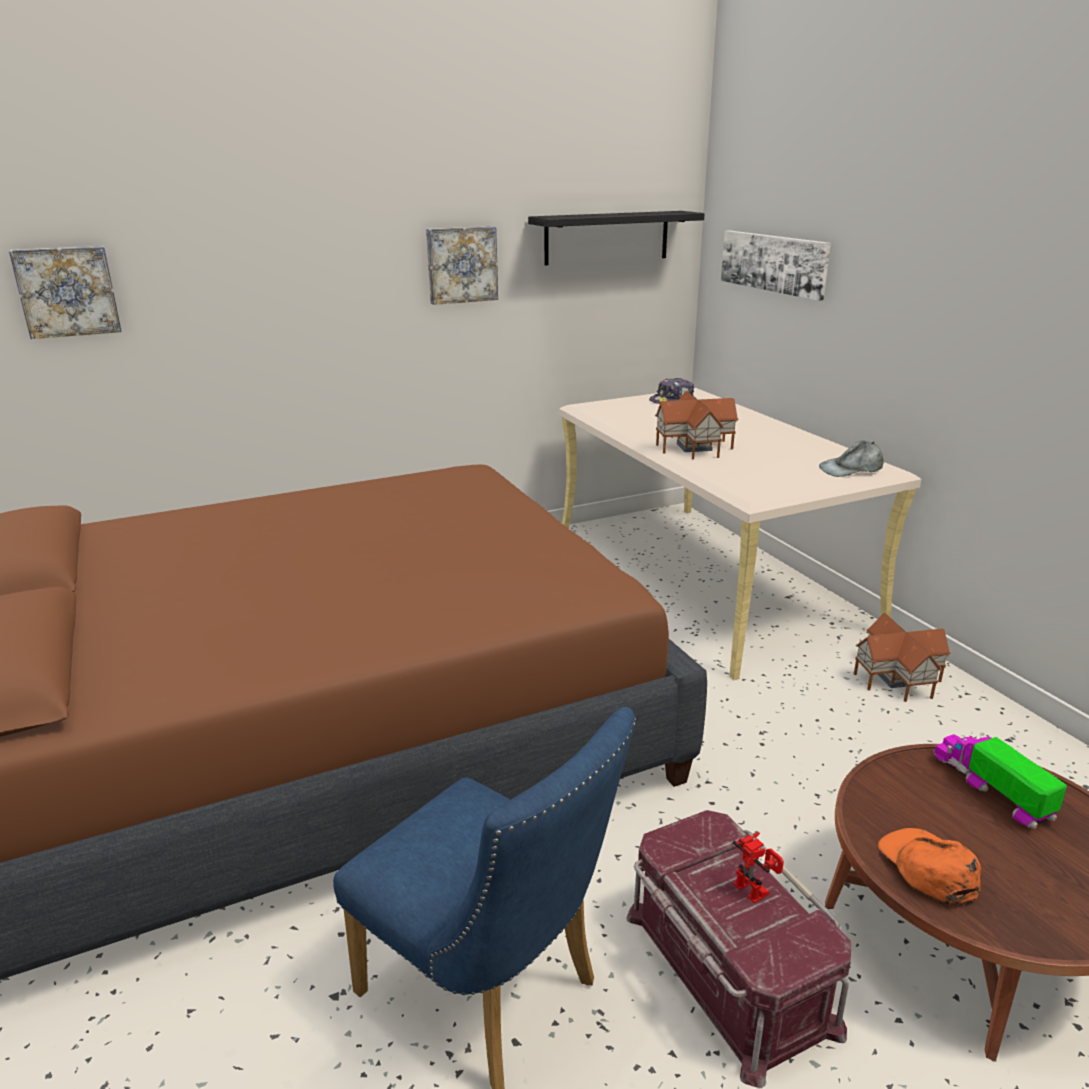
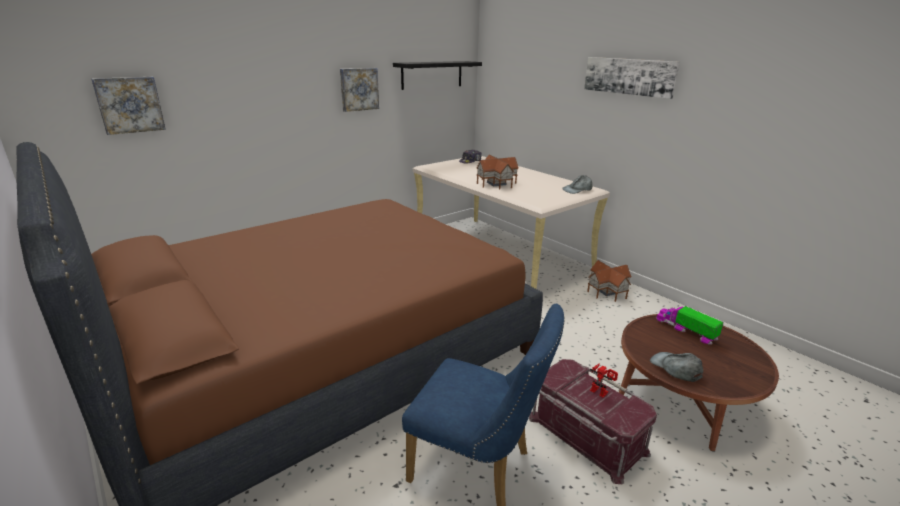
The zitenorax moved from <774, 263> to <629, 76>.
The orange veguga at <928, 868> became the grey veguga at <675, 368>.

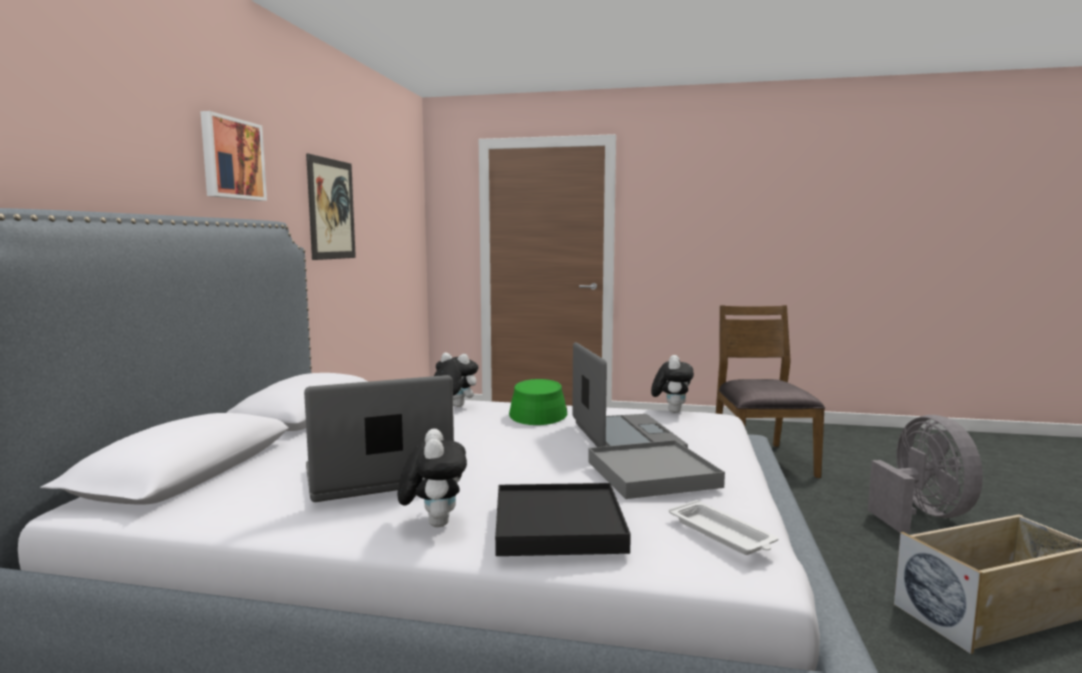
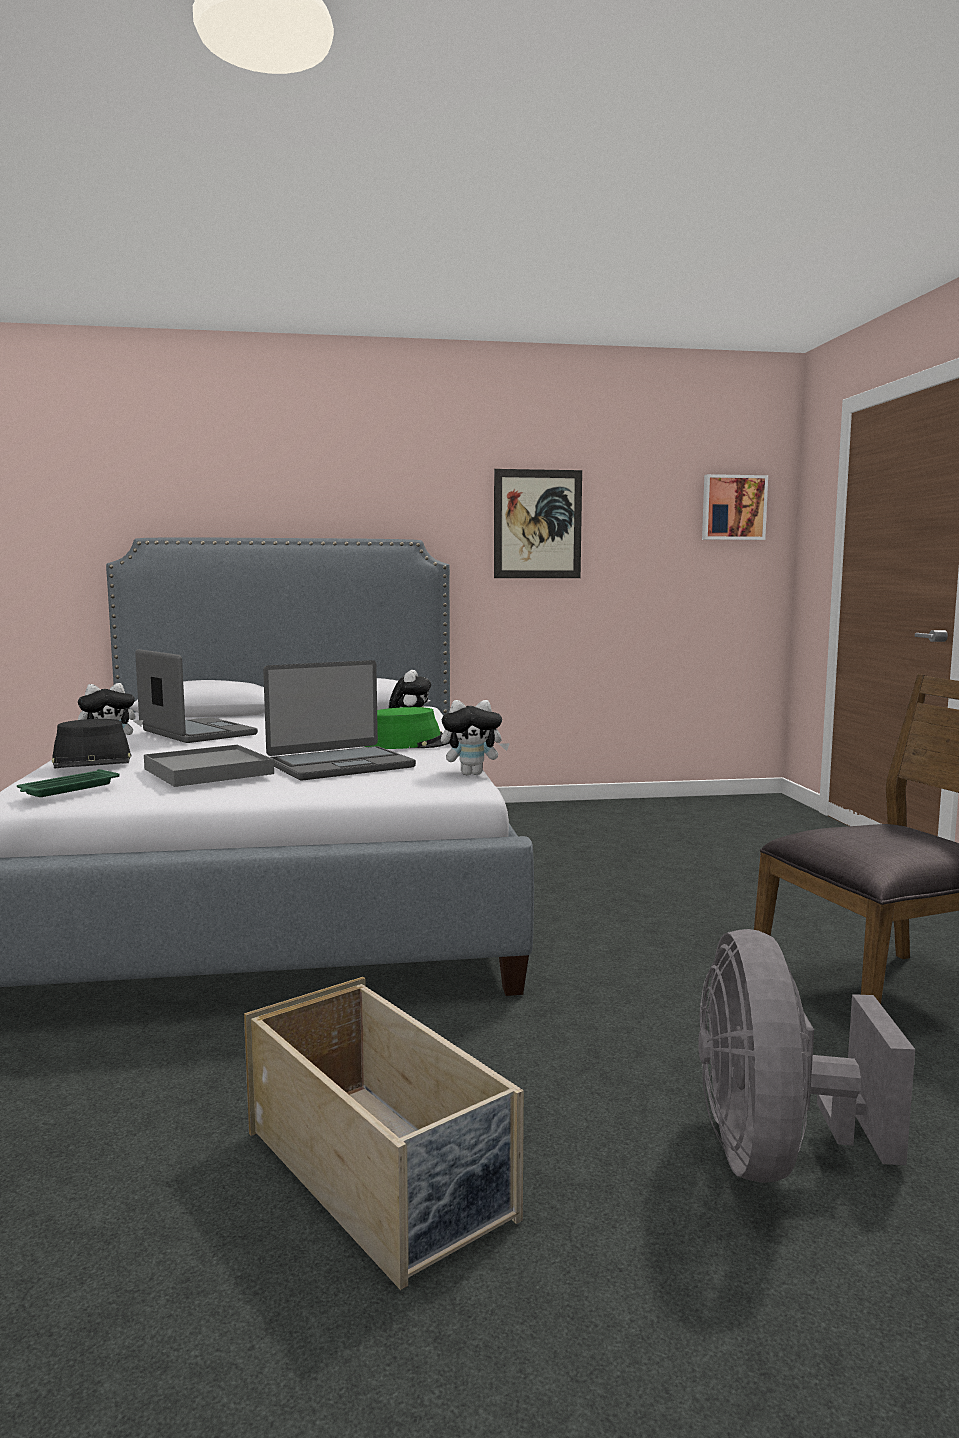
The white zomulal at <722, 534> became the green zomulal at <67, 789>.
The black zomulal at <558, 525> was replaced by the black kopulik at <92, 761>.
The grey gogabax at <921, 515> turned 120 degrees clockwise.
The zitenorax moved from <231, 159> to <733, 507>.

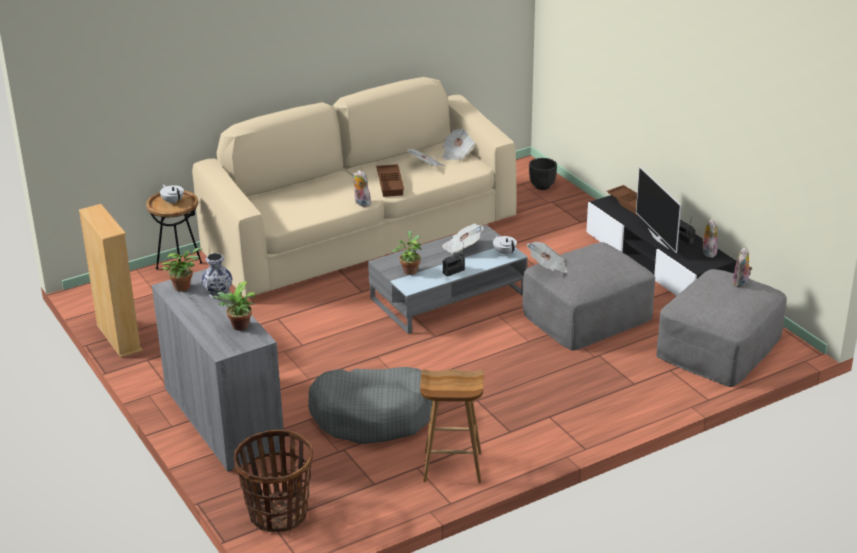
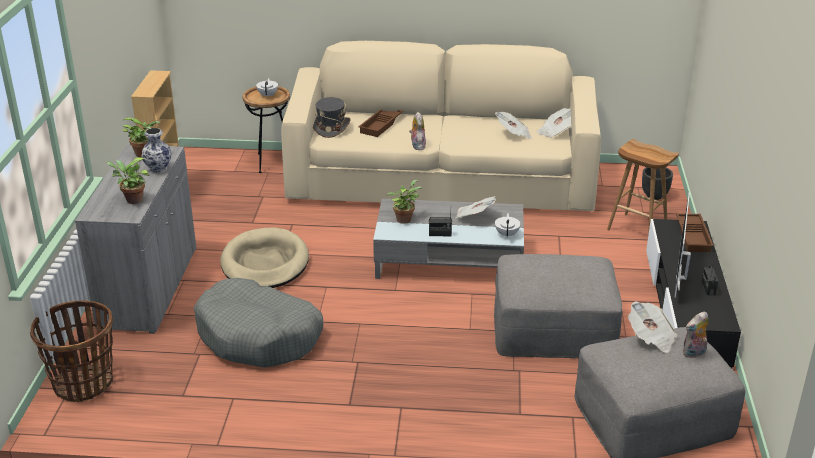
The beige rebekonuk at <265, 263> appeared.
The grey kopulik at <330, 127> appeared.
The brown zomulal moved from <391, 184> to <381, 125>.
The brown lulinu moved from <451, 467> to <636, 229>.
The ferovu moved from <547, 267> to <651, 338>.
The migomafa at <708, 252> disappeared.

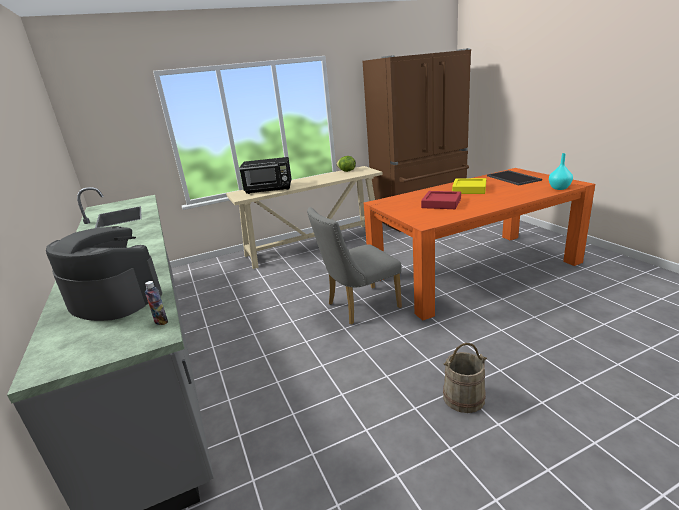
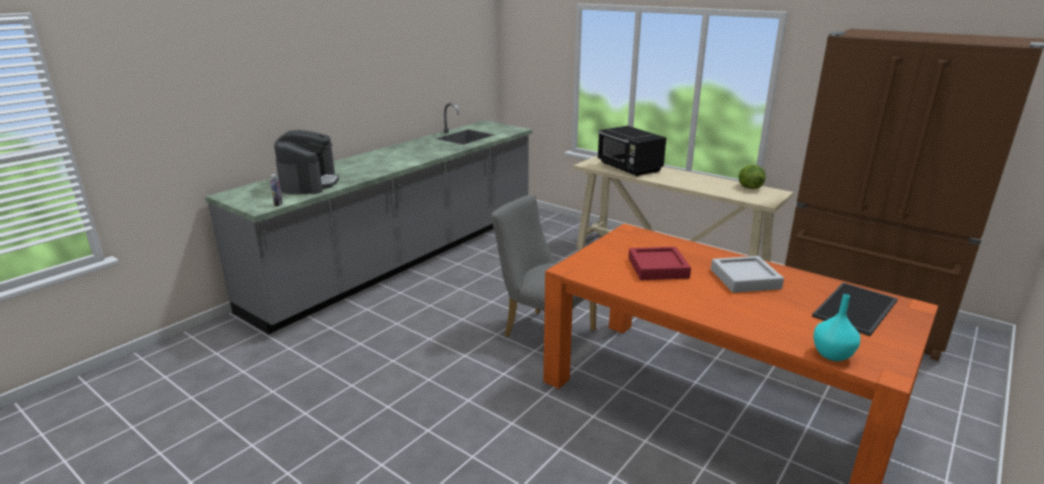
The yellow zomulal at <469, 189> became the grey zomulal at <745, 279>.
The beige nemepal at <463, 398> disappeared.

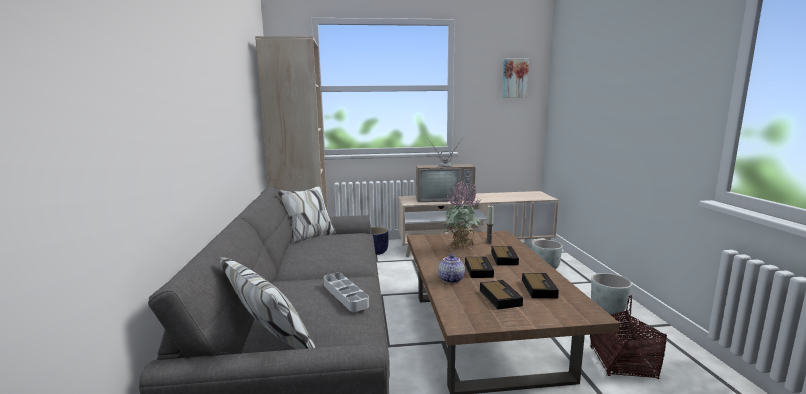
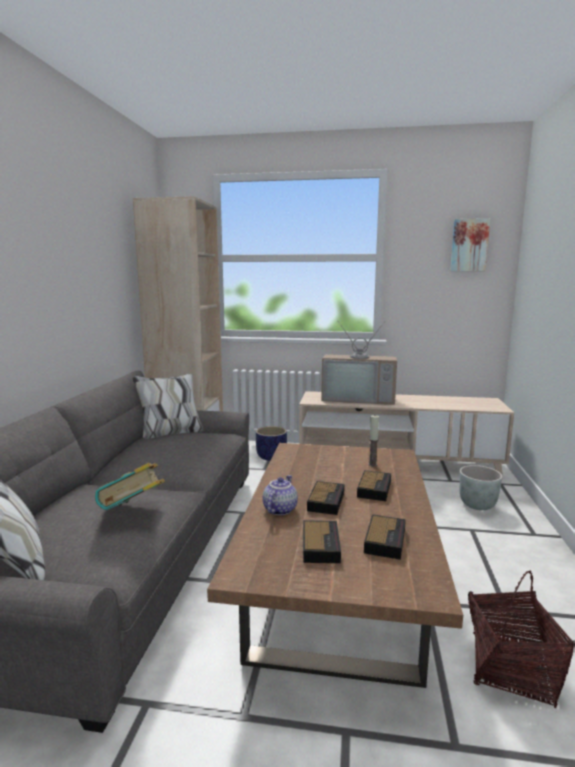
The grey zomulal at <345, 295> was replaced by the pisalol at <134, 512>.
The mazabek at <462, 249> disappeared.
The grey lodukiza at <608, 309> disappeared.

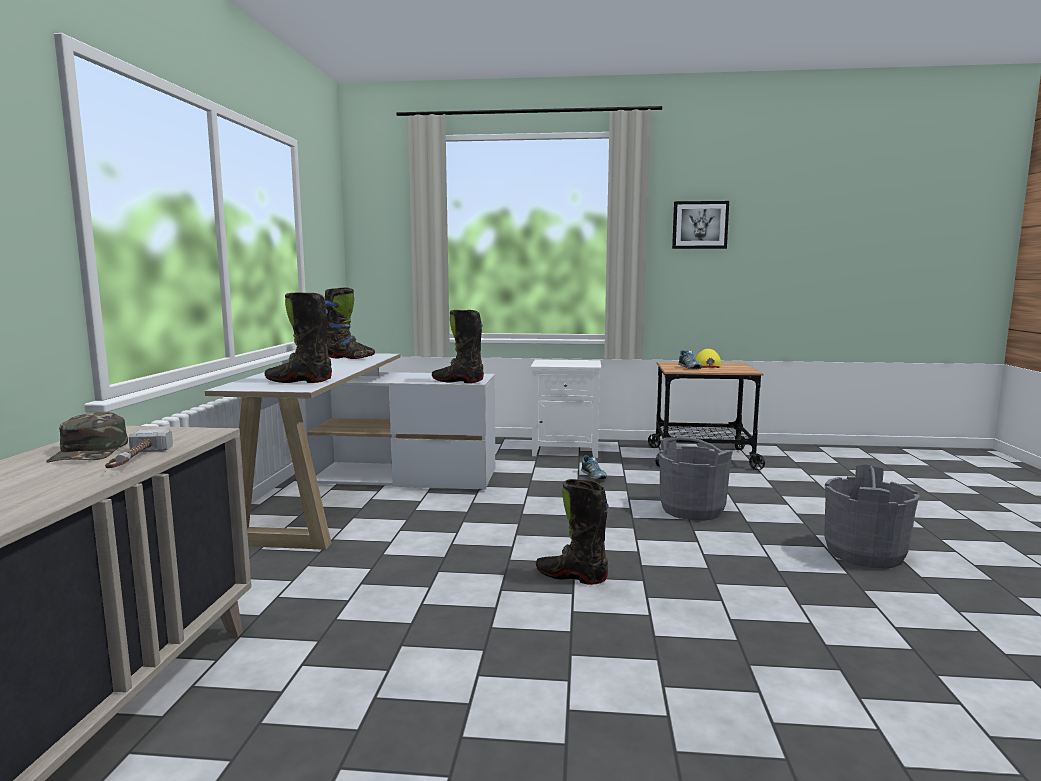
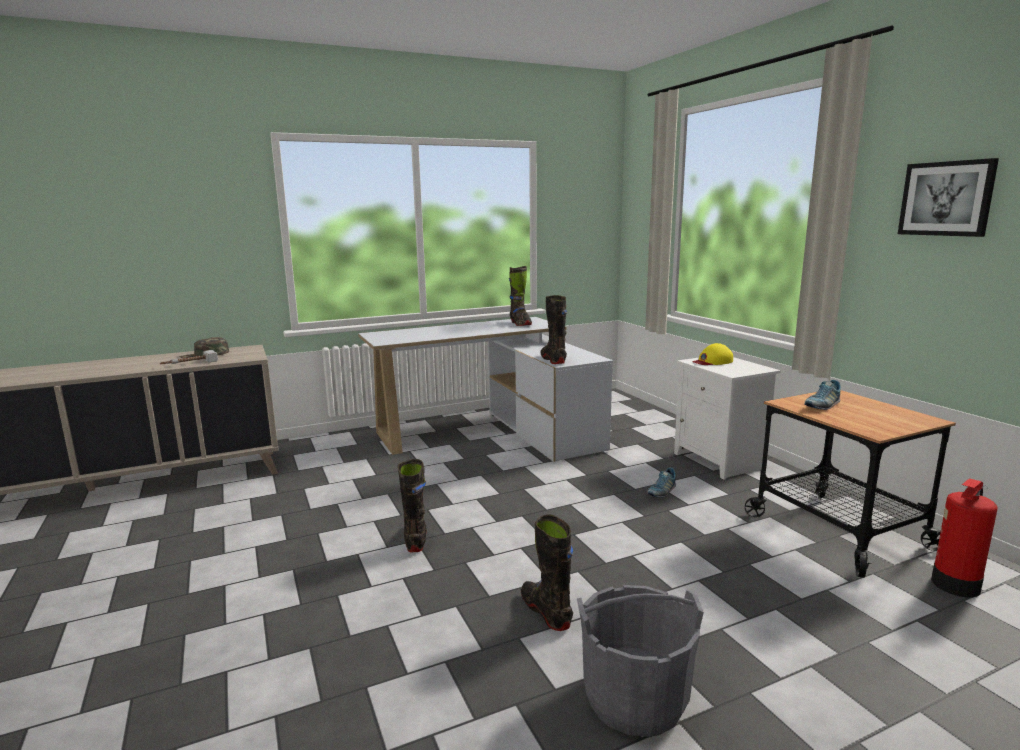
The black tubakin moved from <299, 381> to <546, 611>.
The yellow veguga moved from <708, 365> to <712, 361>.
The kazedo at <955, 585> appeared.
The grey nemepal at <692, 510> disappeared.

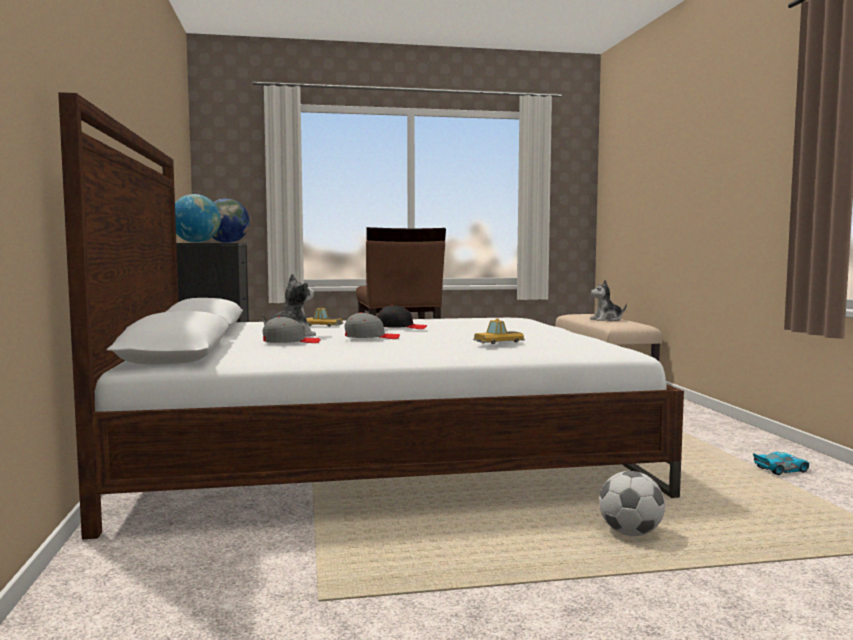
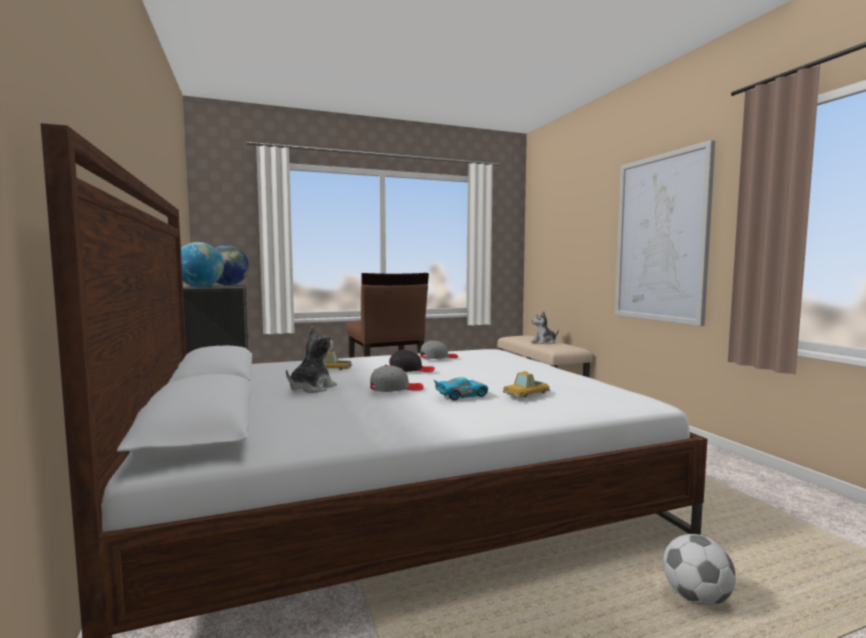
The grey veguga moved from <291, 342> to <438, 357>.
The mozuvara moved from <781, 470> to <461, 395>.
The zitenorax at <660, 238> appeared.

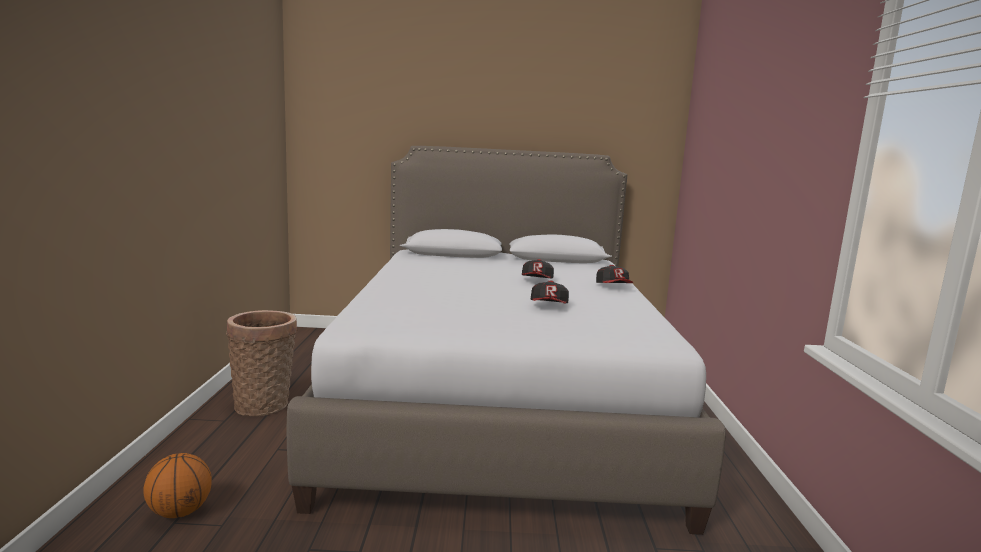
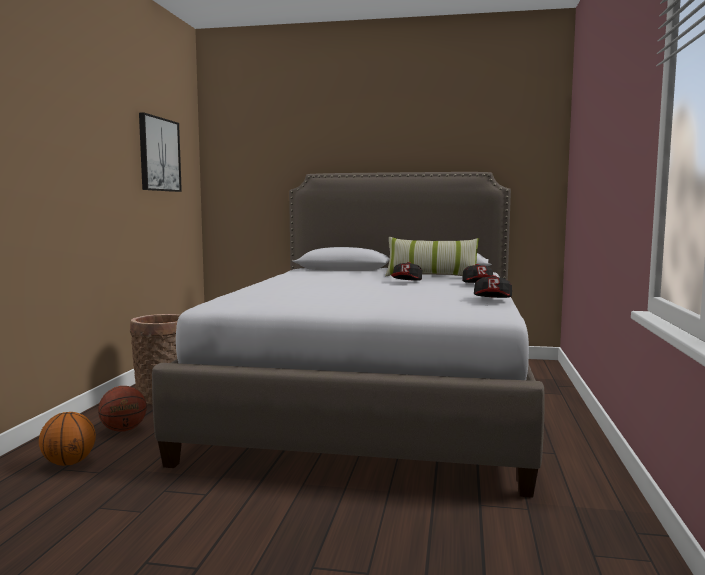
The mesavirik at <123, 430> appeared.
The zitenorax at <159, 154> appeared.
The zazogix at <431, 276> appeared.
The veguga moved from <549, 306> to <492, 300>.

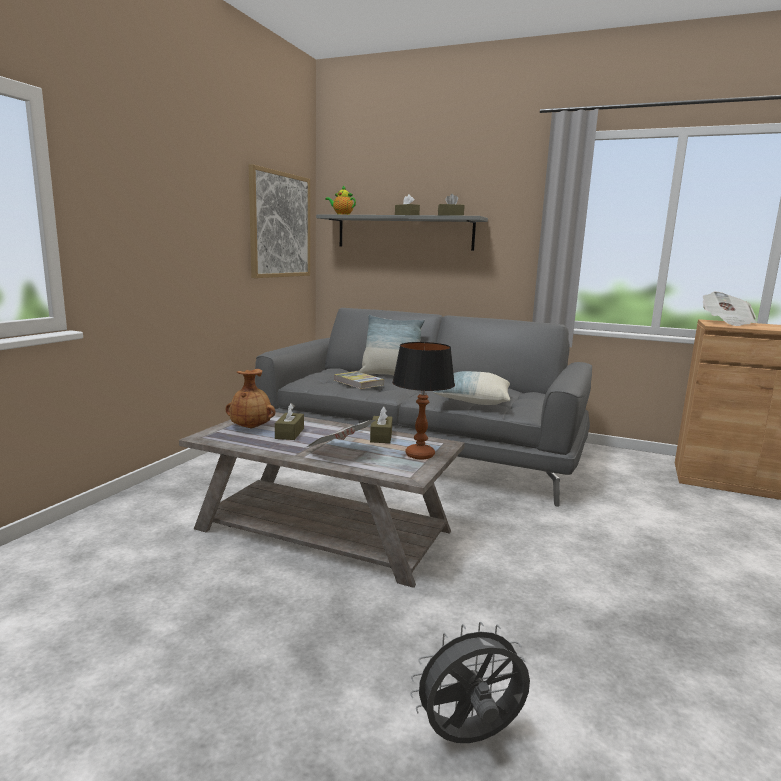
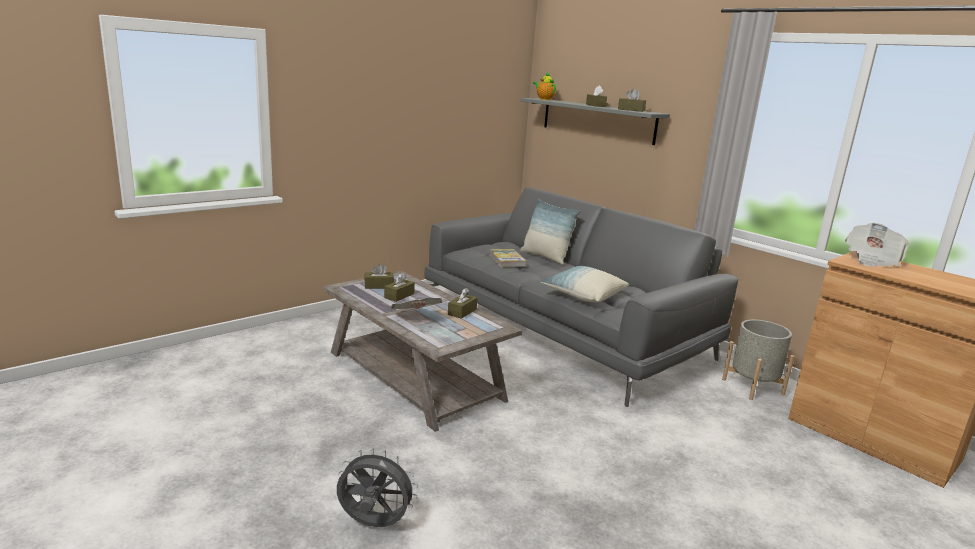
The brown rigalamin at <251, 428> was replaced by the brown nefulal at <379, 286>.
The grey lodukiza at <752, 387> appeared.
The zitenorax at <280, 225> disappeared.
The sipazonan at <419, 455> disappeared.

